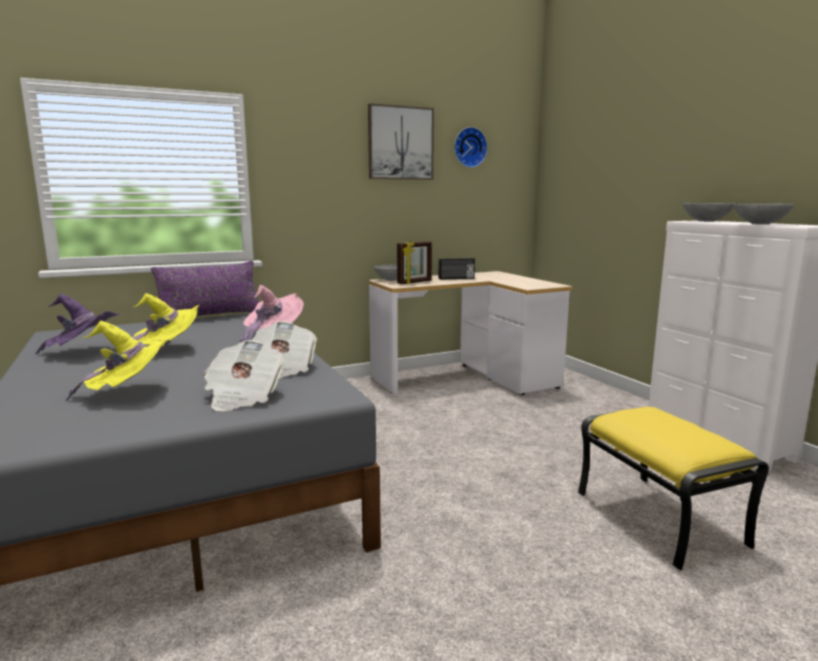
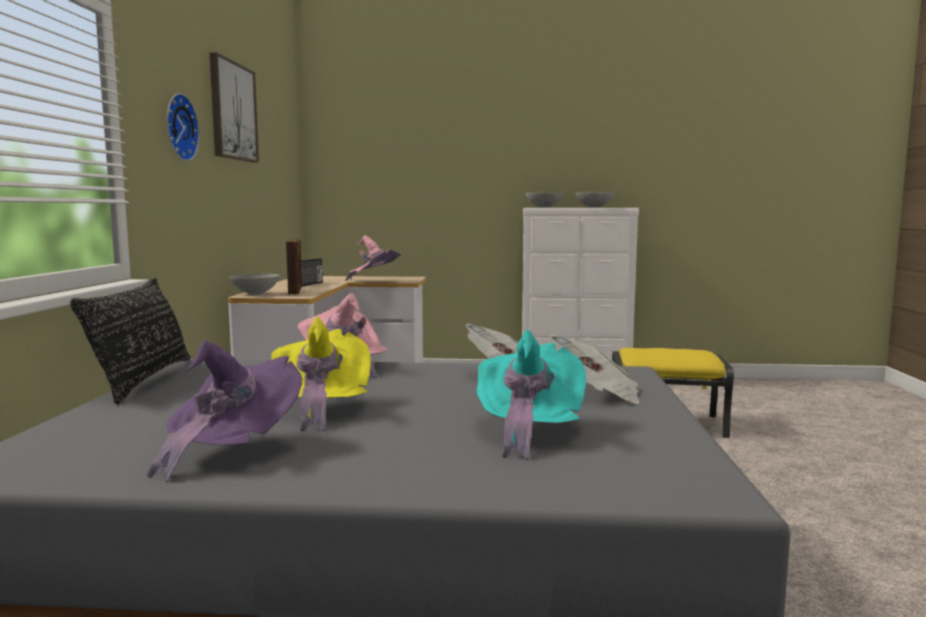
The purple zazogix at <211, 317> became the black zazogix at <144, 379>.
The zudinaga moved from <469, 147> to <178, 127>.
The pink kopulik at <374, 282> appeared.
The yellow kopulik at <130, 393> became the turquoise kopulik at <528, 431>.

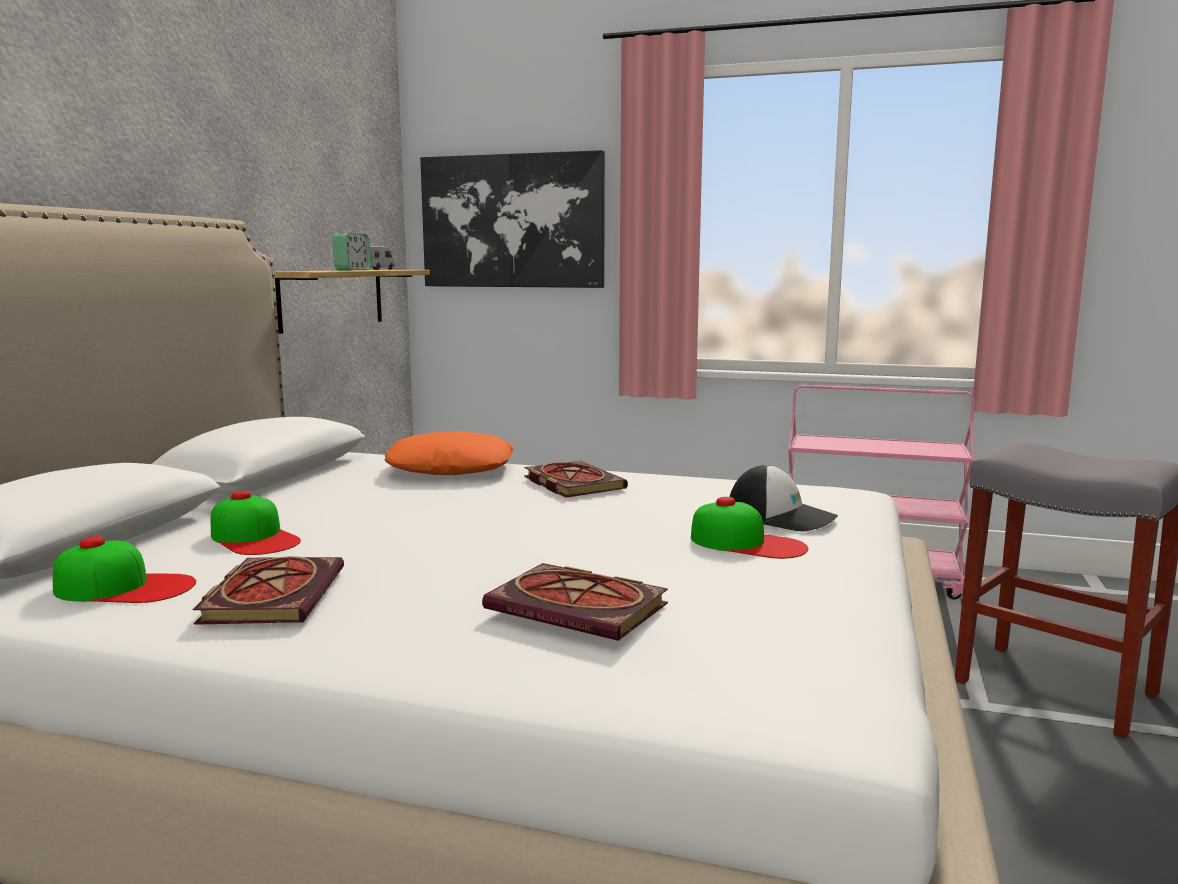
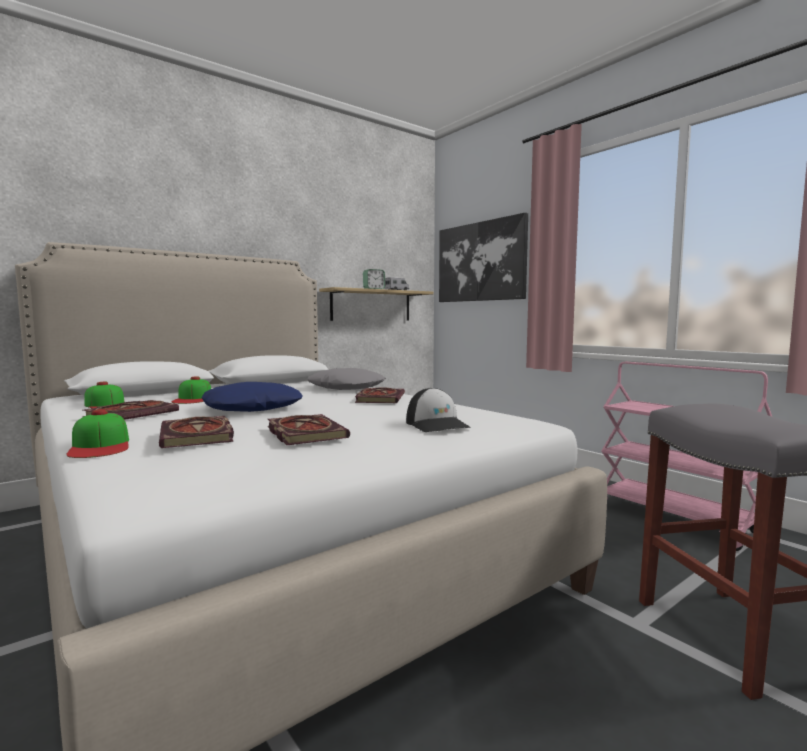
The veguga moved from <748, 543> to <100, 446>.
The blue zazogix at <252, 408> appeared.
The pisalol at <304, 433> appeared.
The orange zazogix at <451, 468> became the grey zazogix at <347, 388>.

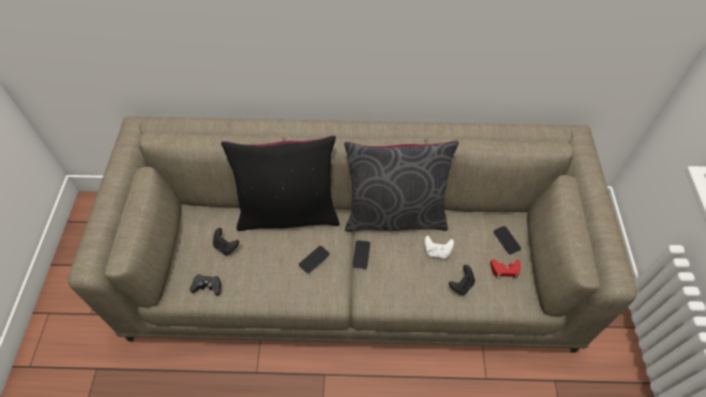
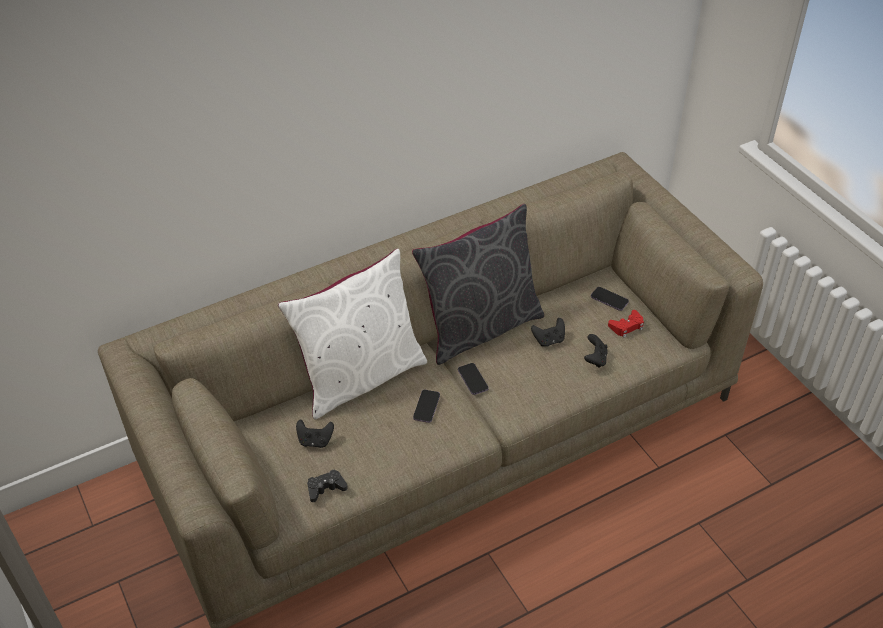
The black zazogix at <288, 213> became the white zazogix at <360, 376>.
The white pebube at <437, 251> became the black pebube at <549, 340>.

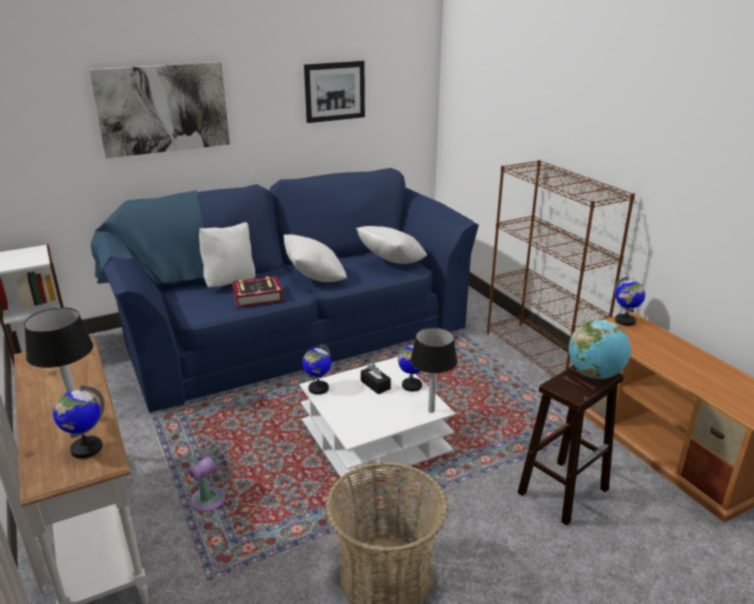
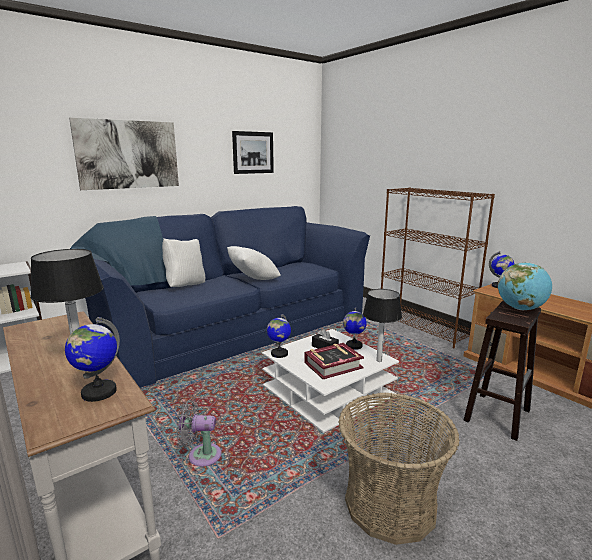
The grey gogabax at <211, 497> turned 120 degrees counterclockwise.
The pisalol moved from <258, 296> to <333, 365>.
The white zazogix at <391, 263> disappeared.

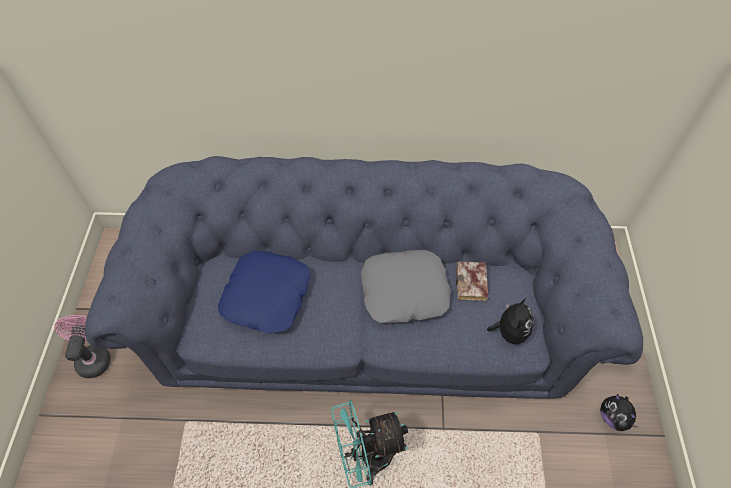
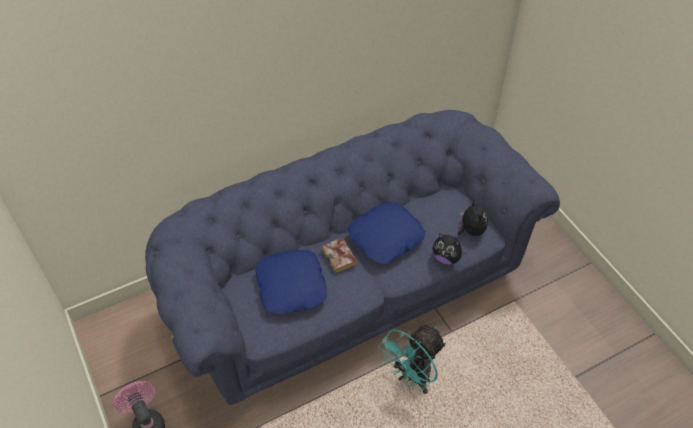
The pisalol moved from <472, 285> to <341, 258>.
The grey zazogix at <404, 291> became the blue zazogix at <386, 237>.
The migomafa moved from <613, 417> to <446, 258>.

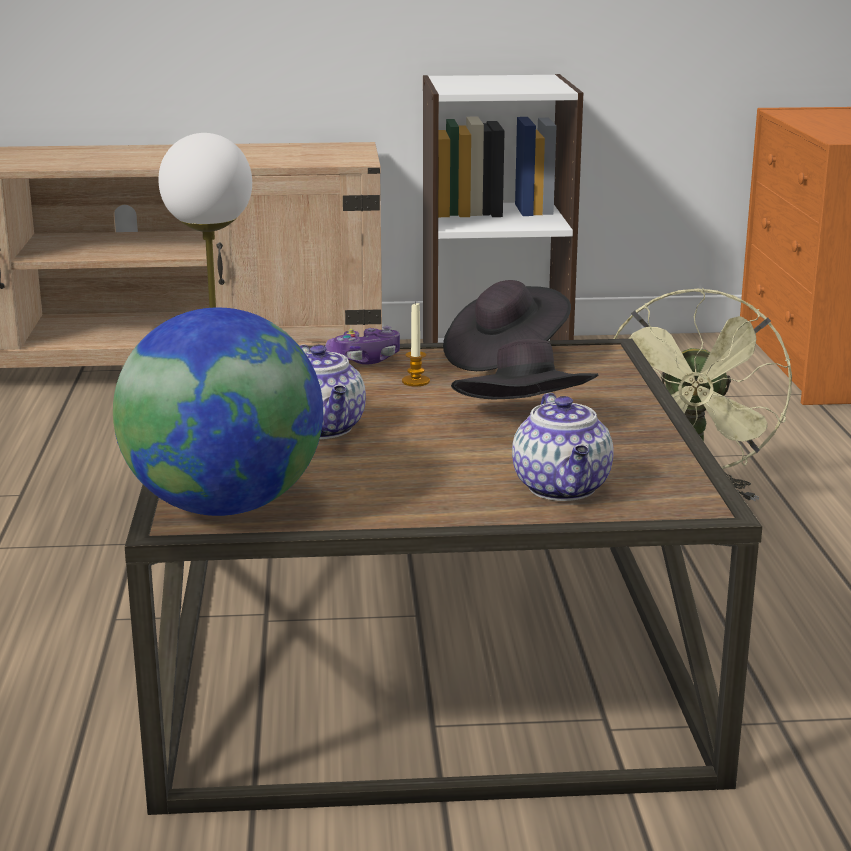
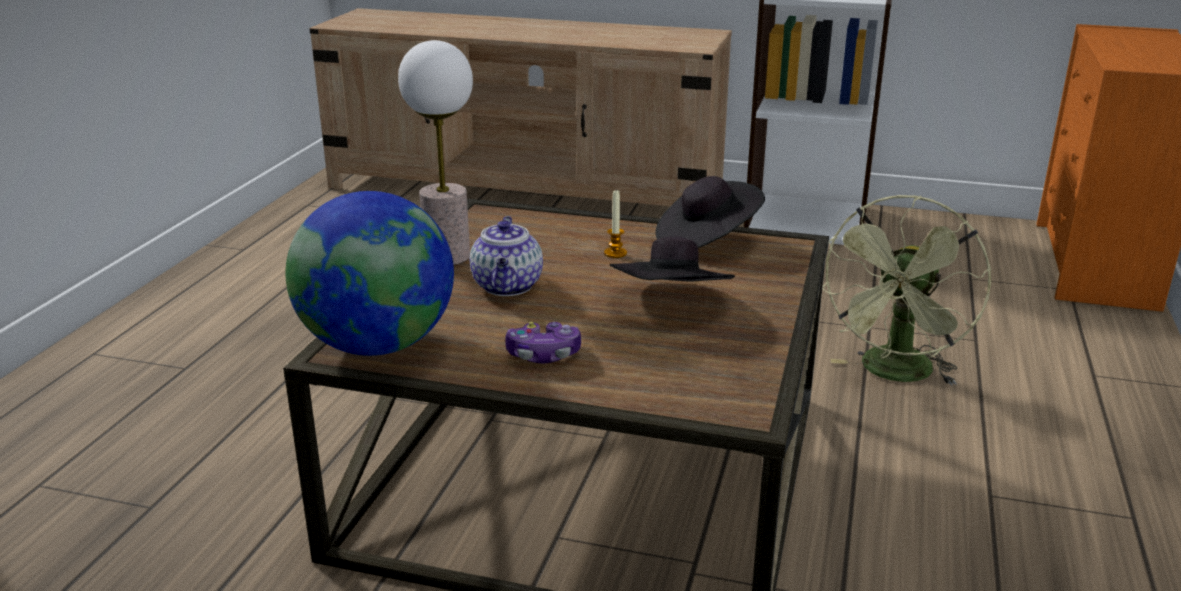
The pebube moved from <365, 359> to <543, 355>.
The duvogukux at <563, 489> disappeared.

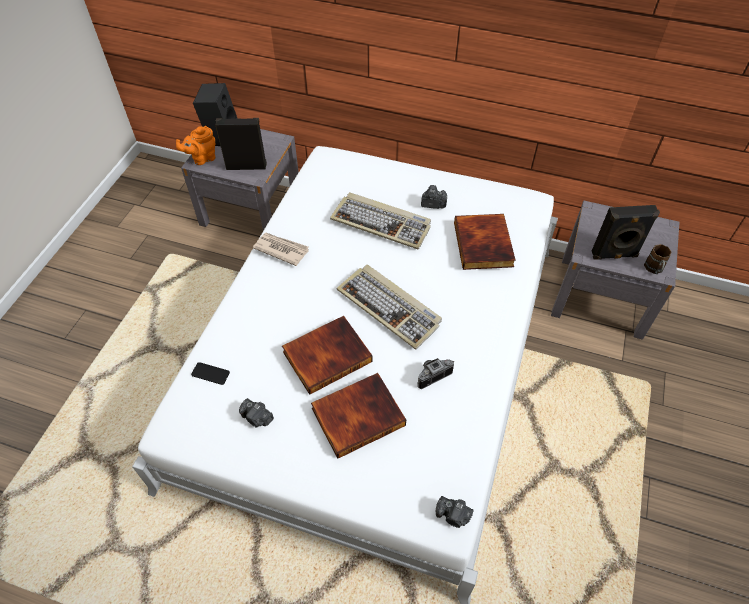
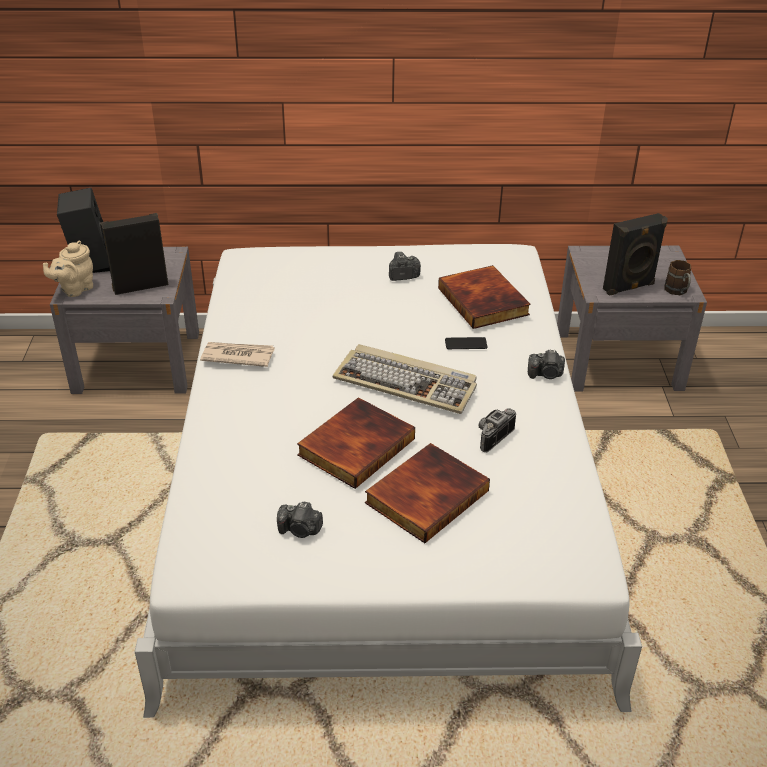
The orange duvogukux at <202, 158> became the beige duvogukux at <75, 289>.
The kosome moved from <210, 373> to <466, 344>.
The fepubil moved from <453, 516> to <546, 374>.
The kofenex at <382, 223> disappeared.

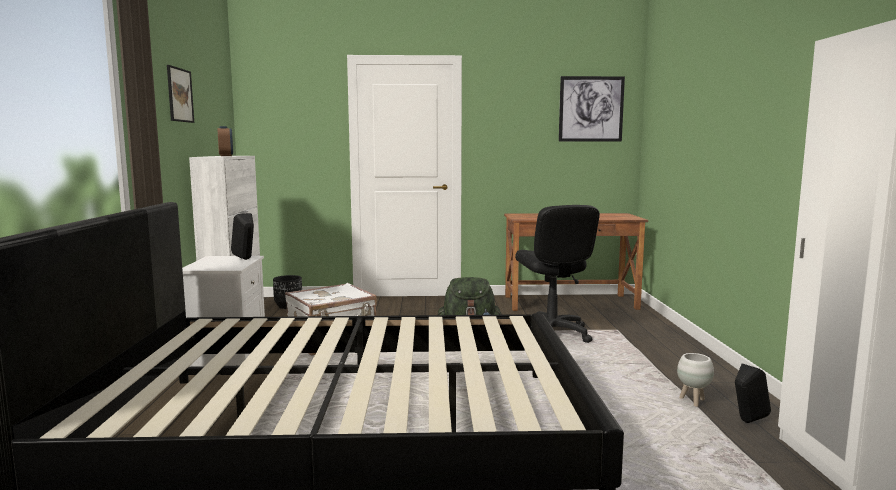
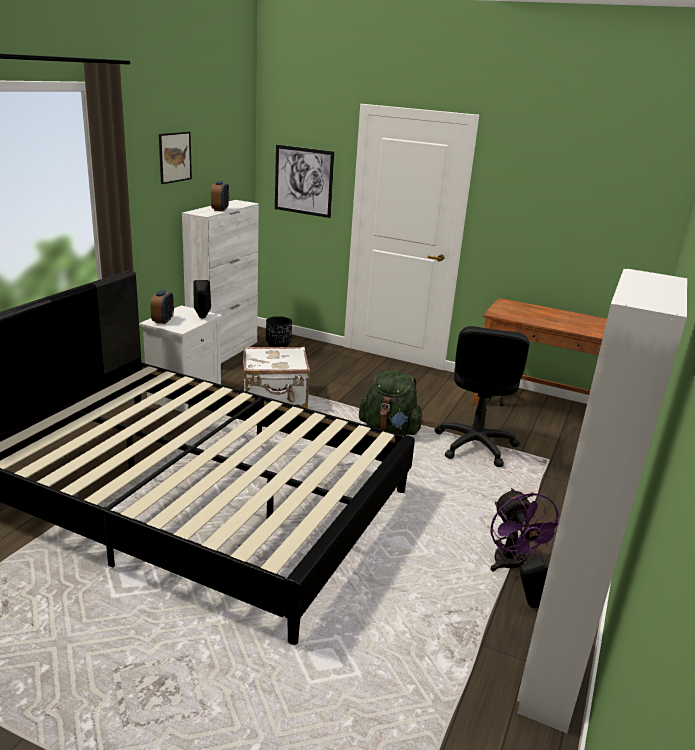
The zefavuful at <163, 320> appeared.
The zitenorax moved from <591, 109> to <303, 181>.
The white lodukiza at <693, 401> was replaced by the purple gogabax at <511, 566>.

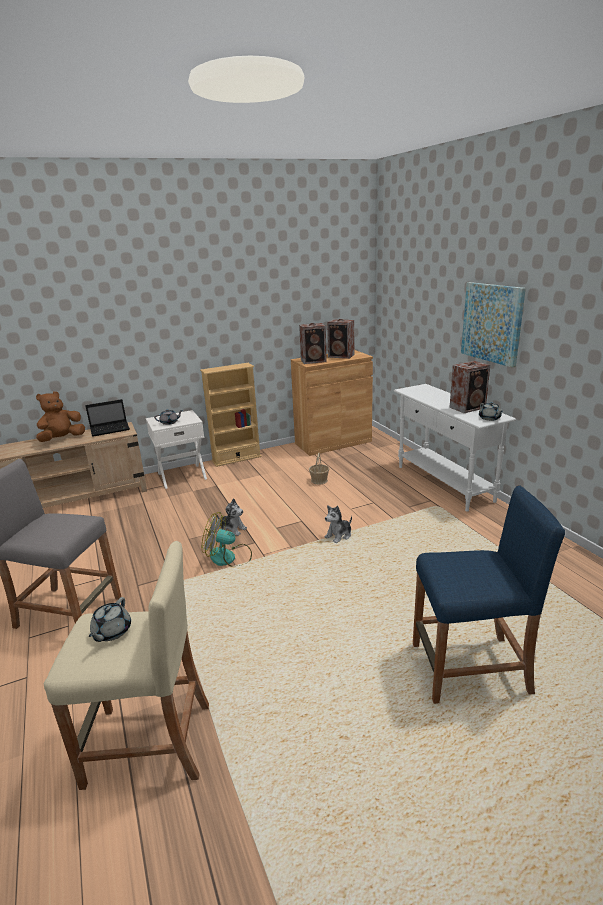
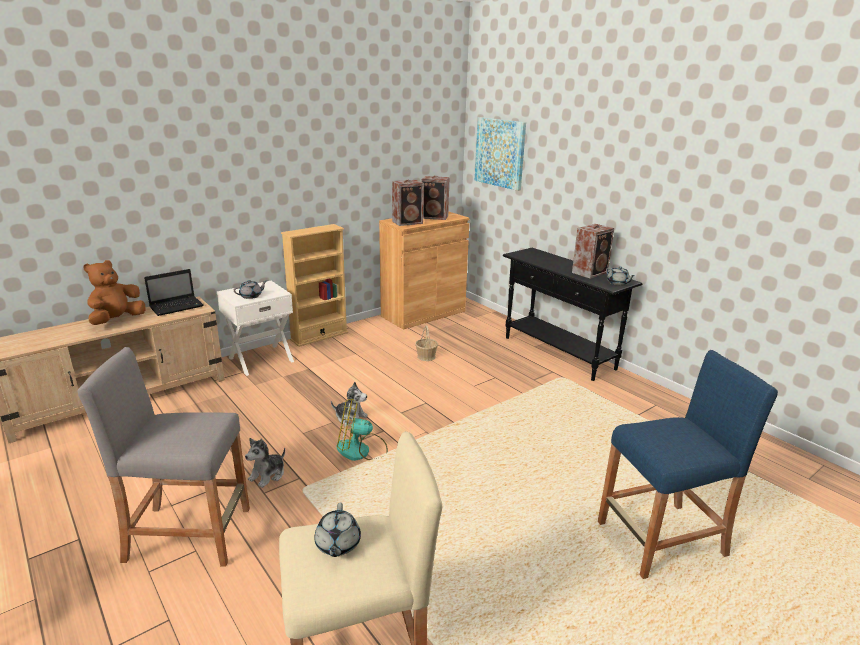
The migomafa moved from <339, 535> to <268, 475>.
The zitenorax moved from <492, 323> to <500, 153>.
The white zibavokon at <444, 483> became the black zibavokon at <558, 353>.

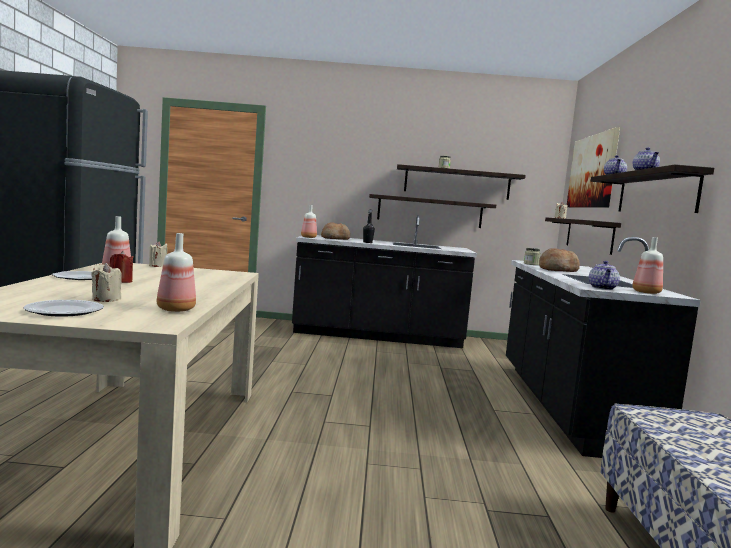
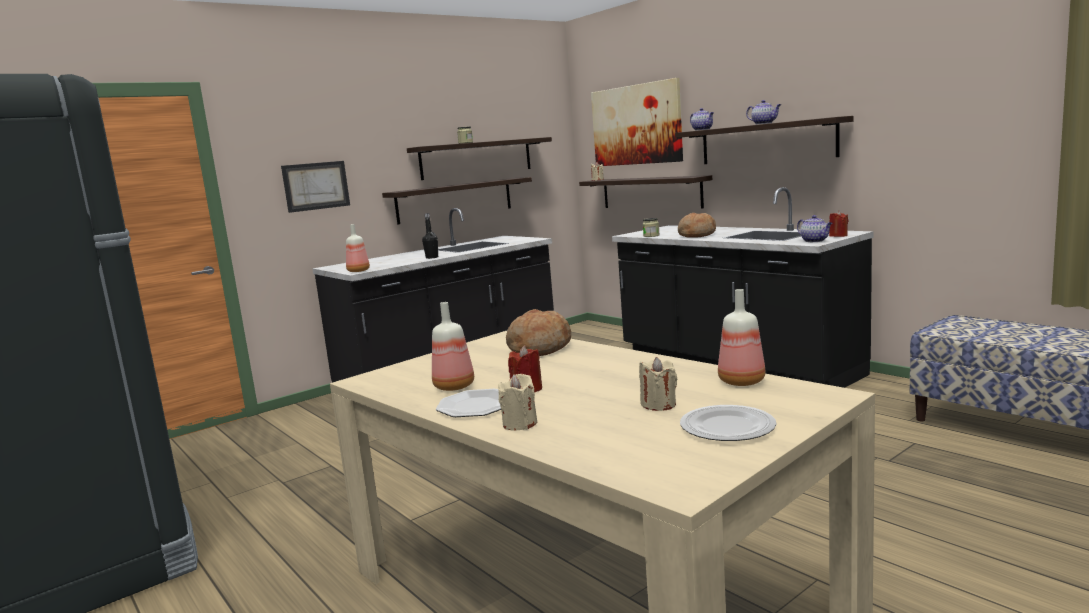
The zitenorax at <316, 186> appeared.
The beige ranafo moved from <158, 266> to <520, 424>.
The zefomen moved from <335, 238> to <539, 348>.
The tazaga at <646, 292> was replaced by the red ranafo at <838, 235>.

